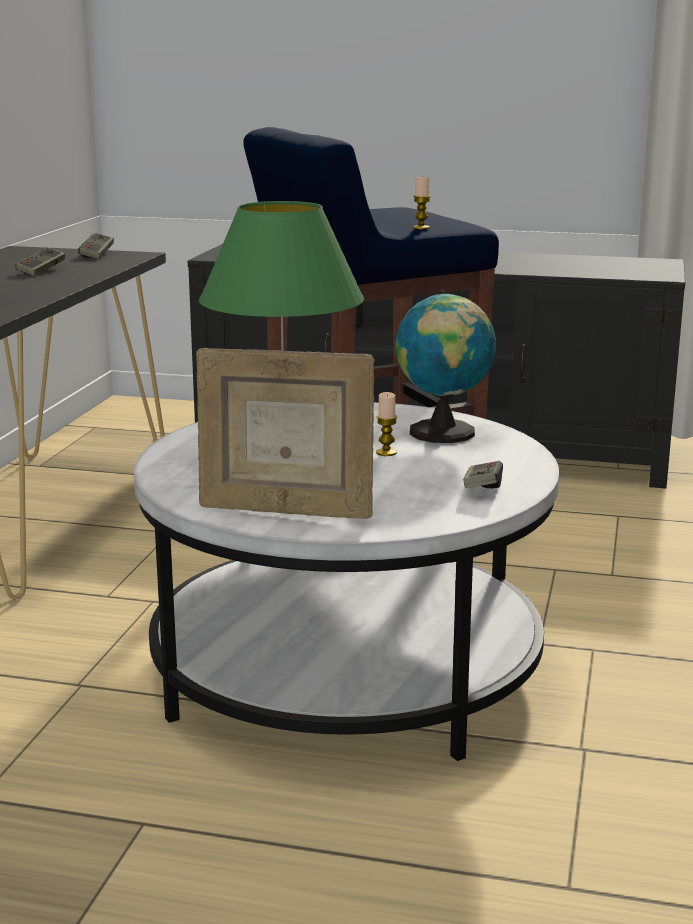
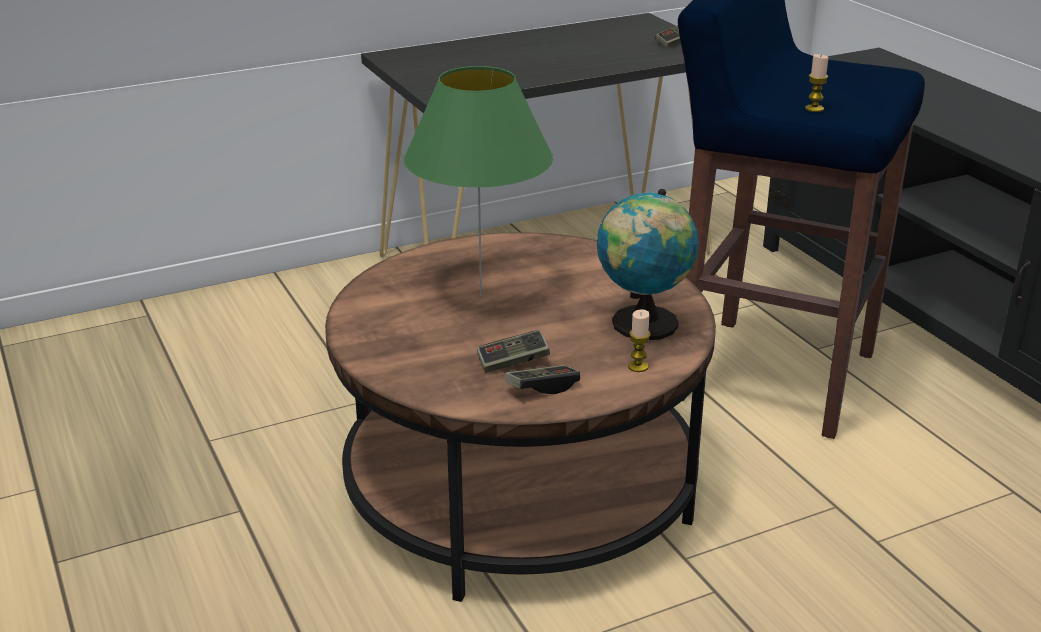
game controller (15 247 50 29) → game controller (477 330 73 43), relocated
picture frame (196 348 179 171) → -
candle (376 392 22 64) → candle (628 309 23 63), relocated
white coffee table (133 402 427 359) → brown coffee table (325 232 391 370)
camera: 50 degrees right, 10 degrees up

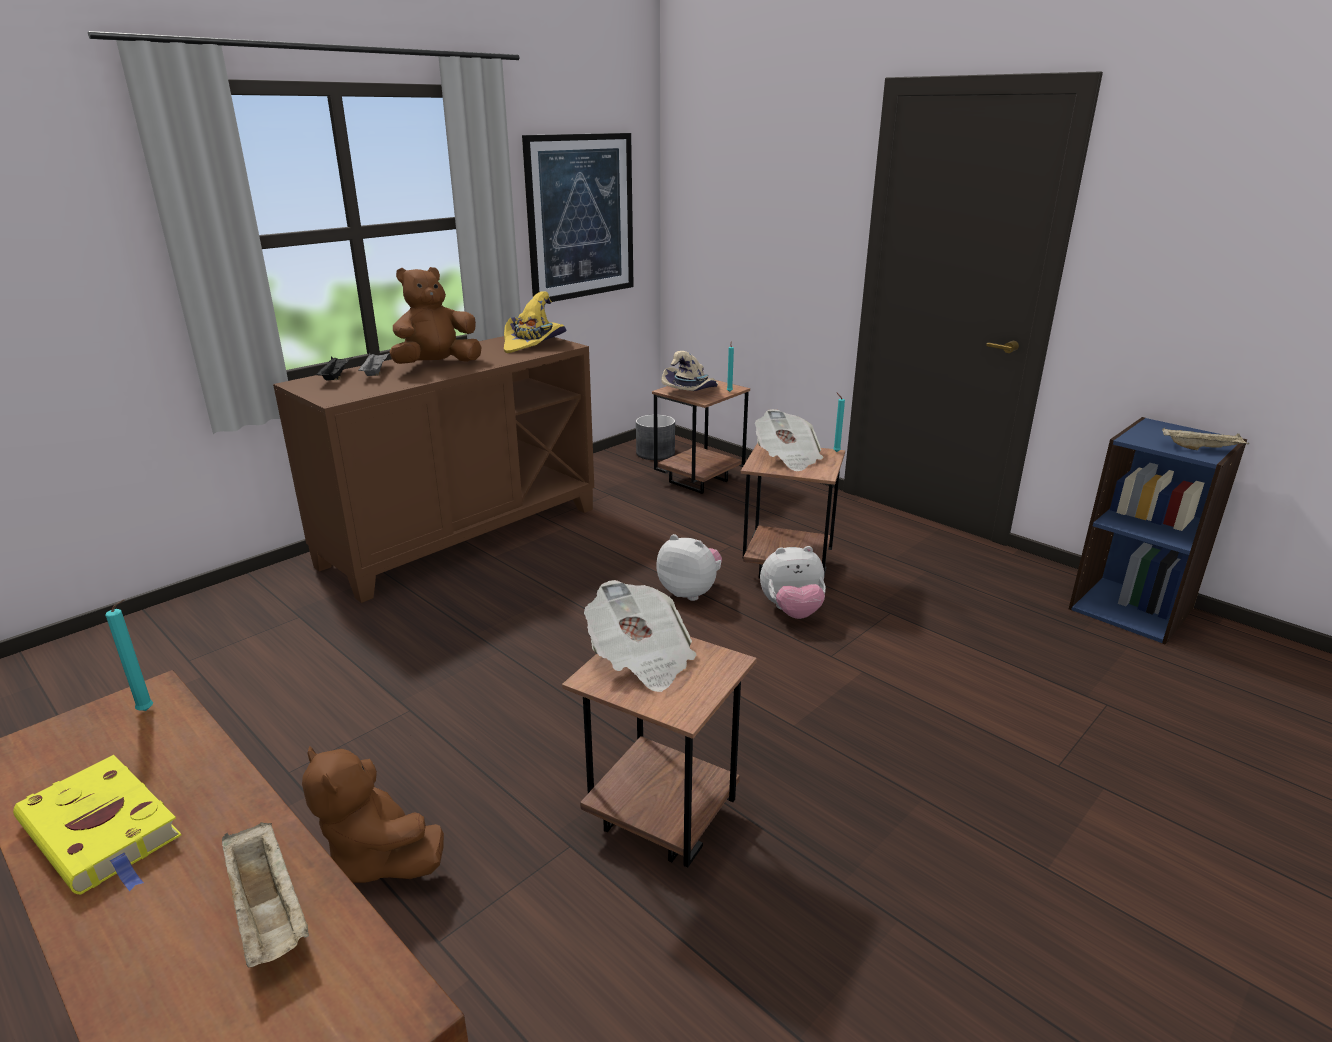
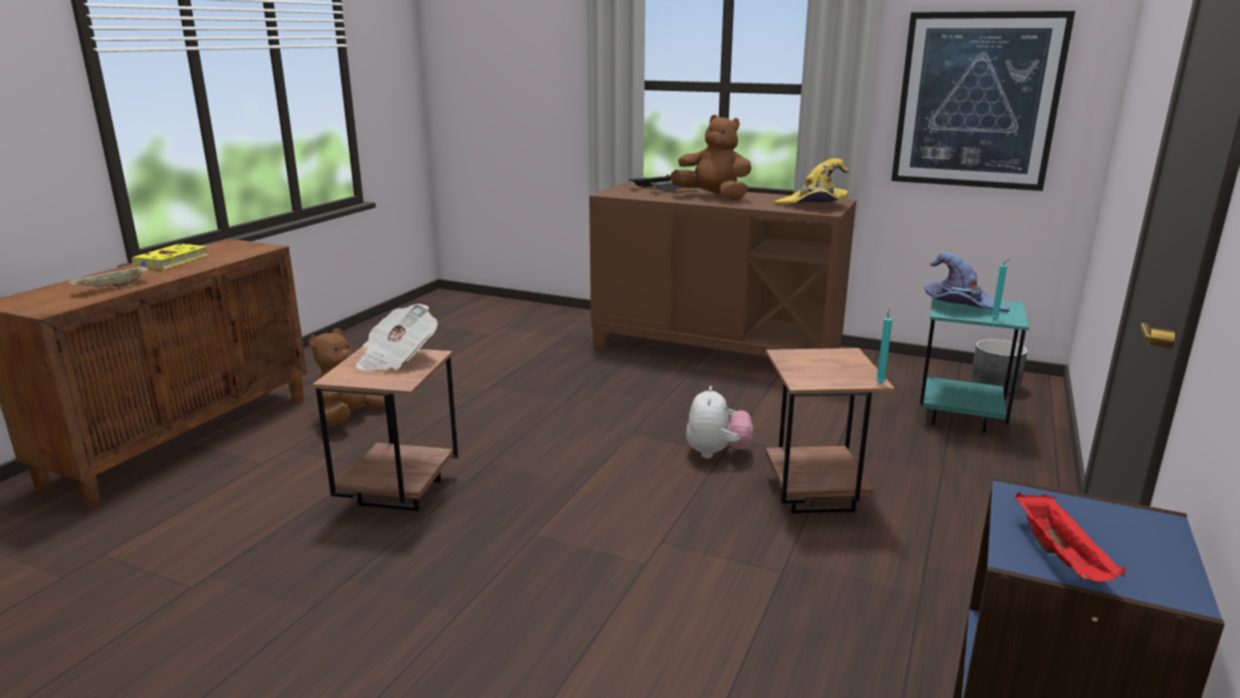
beige hat (661 351 57 40) → purple hat (925 252 85 60)
brown side table (652 378 98 116) → turquoise side table (920 298 109 135)
newspaper (755 409 68 63) → -
beige tray (1162 428 87 22) → red tray (1015 492 110 90)
plush toy (760 546 66 73) → -
turquoise candle (105 599 48 112) → -
camera: 70 degrees right, 5 degrees down

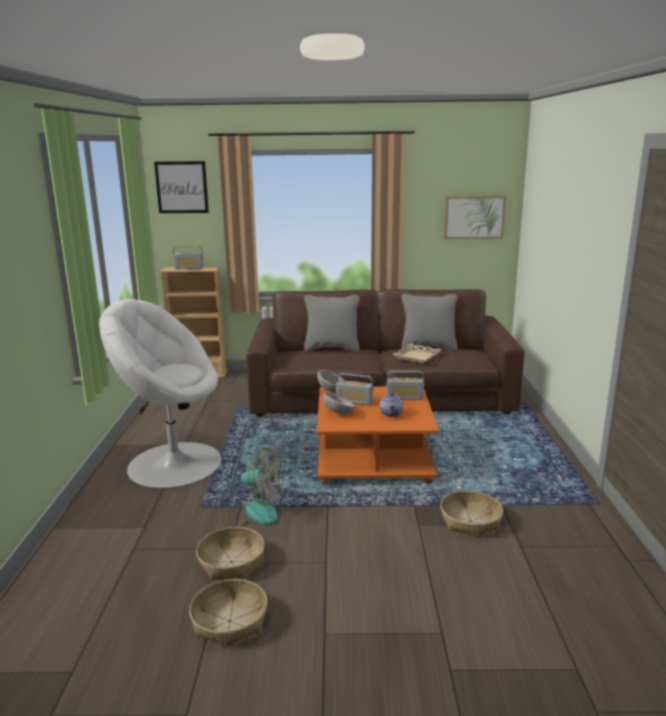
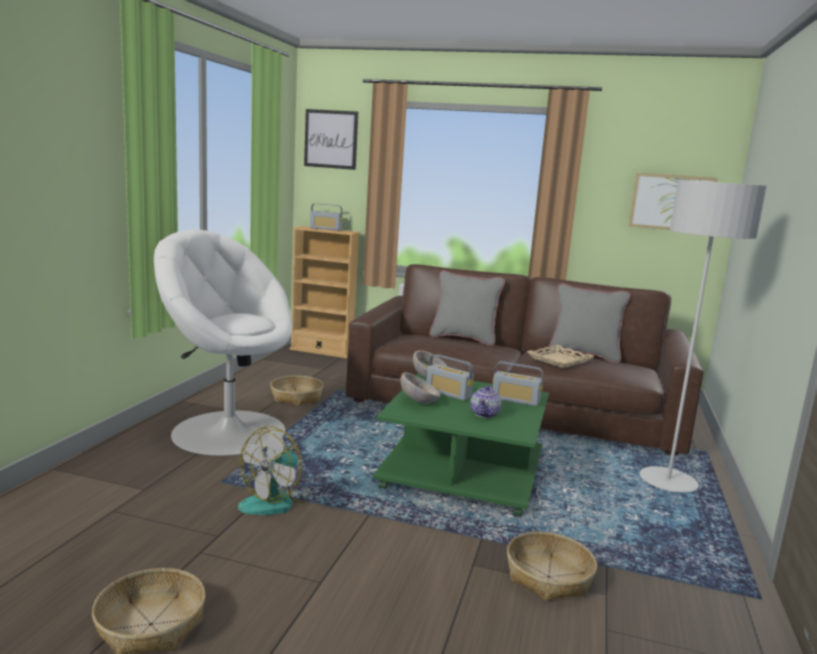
orange coffee table (317 386 122 98) → green coffee table (373 373 176 144)
fan (223 448 60 79) → fan (238 426 71 89), 90 degrees clockwise
basket (196 527 69 53) → basket (270 375 54 31), relocated
- → grey floor lamp (639 180 128 313)
camera: 15 degrees right, 5 degrees down

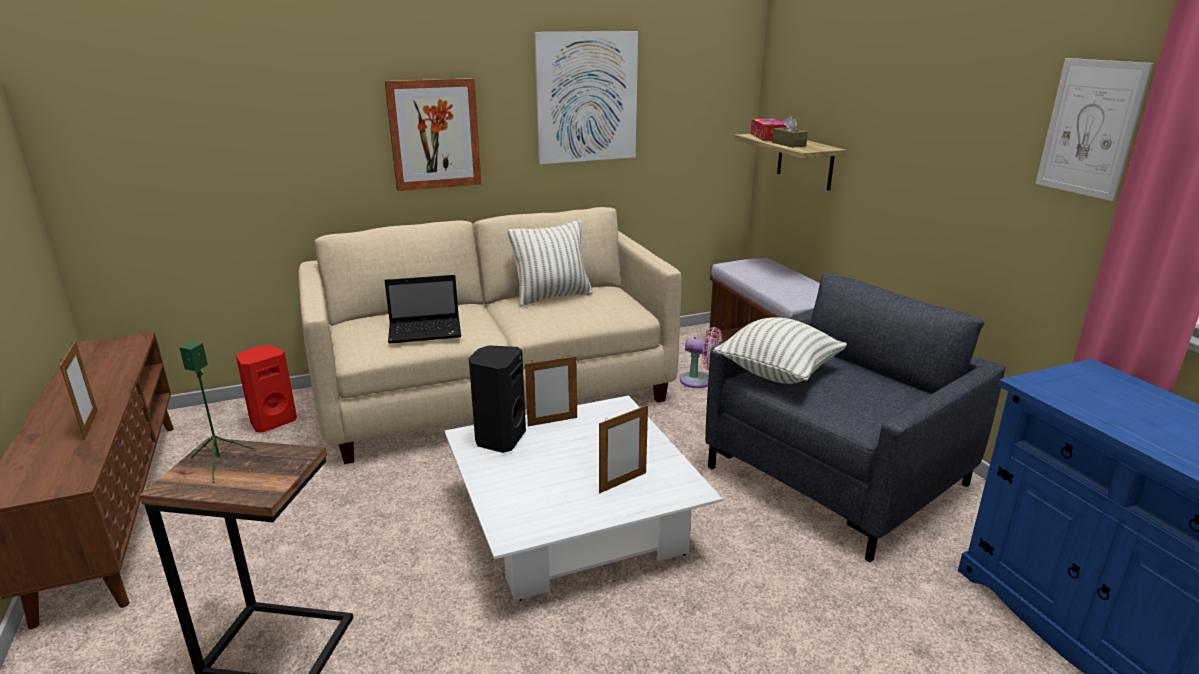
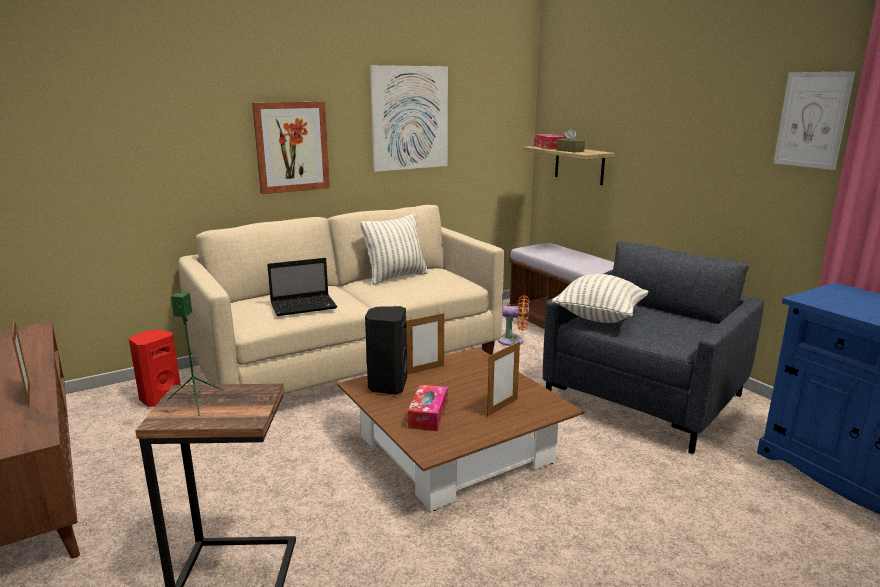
pink fan (680 327 42 61) → orange fan (498 295 31 51)
white coffee table (445 395 278 206) → brown coffee table (338 347 246 164)
- → tissue box (408 385 40 46)
camera: 10 degrees left, 5 degrees down

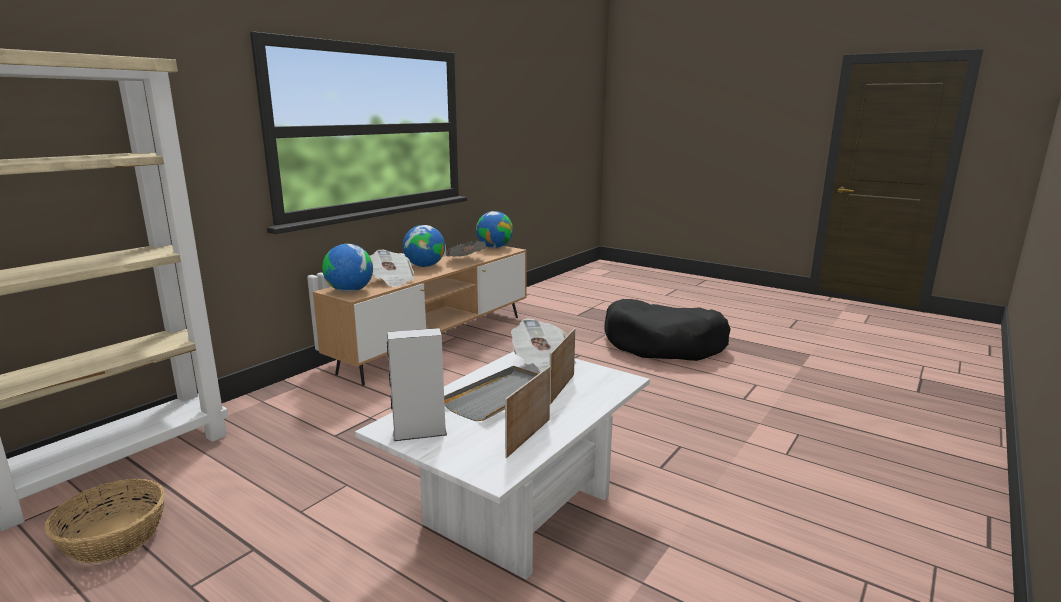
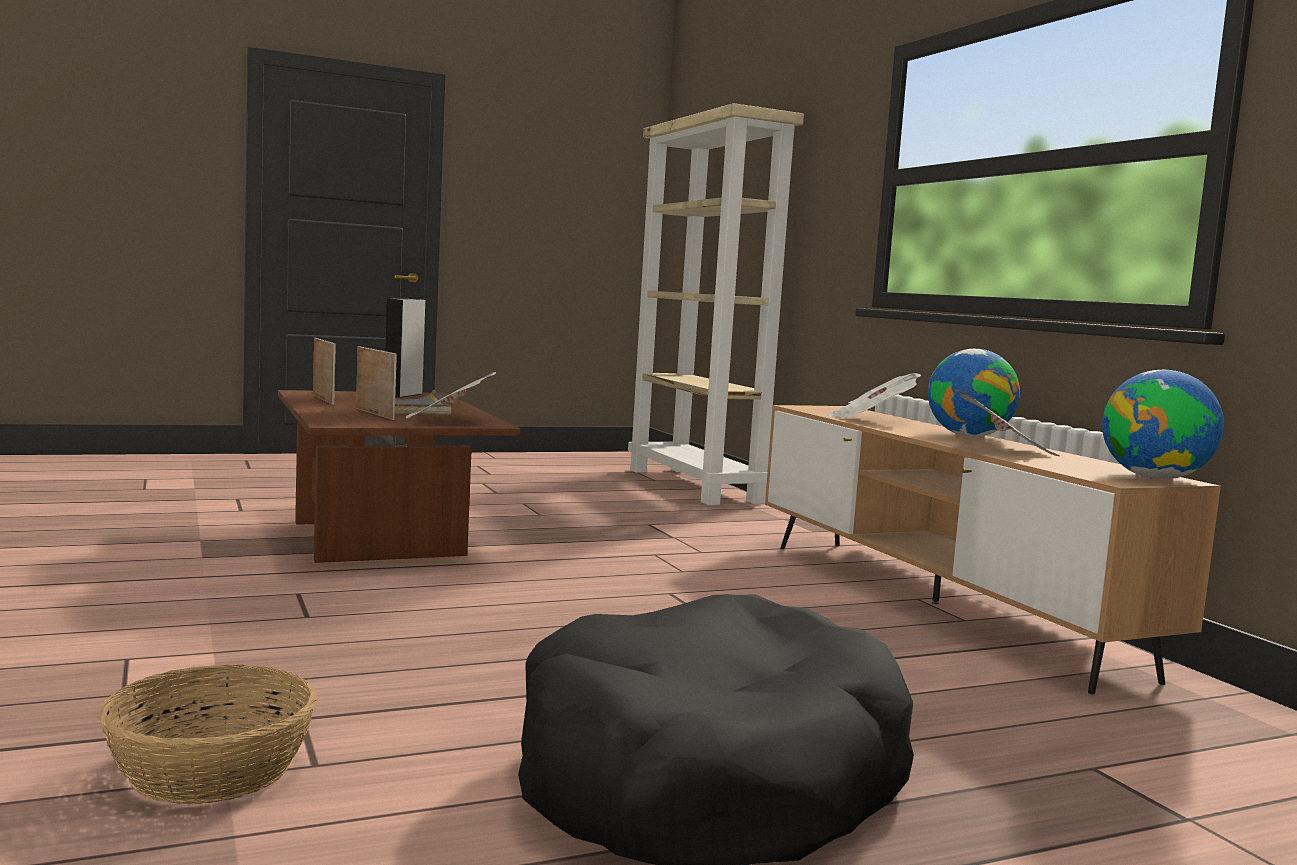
globe (322 244 51 49) → -
white coffee table (355 351 295 229) → brown coffee table (278 390 242 173)
basket (44 479 121 84) → basket (99 664 218 140), relocated
camera: 120 degrees right, 10 degrees down

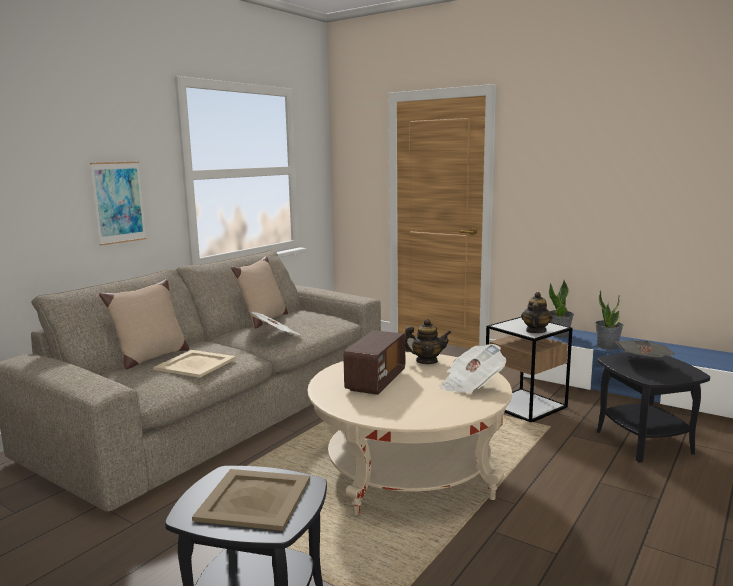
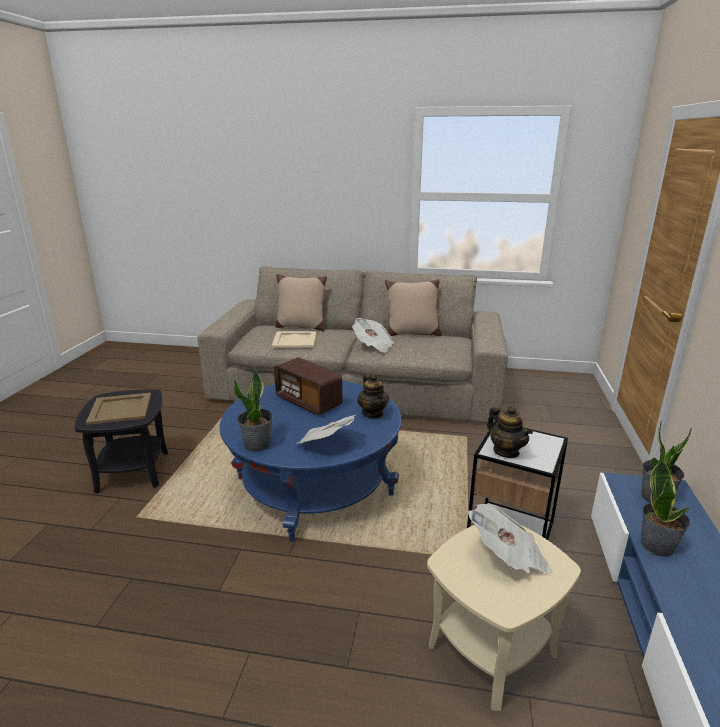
picture (90 162 57 84) → -
teapot (521 292 32 41) → teapot (487 406 46 52), 60 degrees clockwise
radio (343 330 62 65) → radio (274 357 69 59), 45 degrees clockwise
beige coffee table (307 352 205 163) → blue coffee table (219 381 182 161)
black side table (597 352 113 111) → beige side table (427 525 154 186)
- → potted plant (234 368 39 84)
camera: 65 degrees right, 10 degrees up

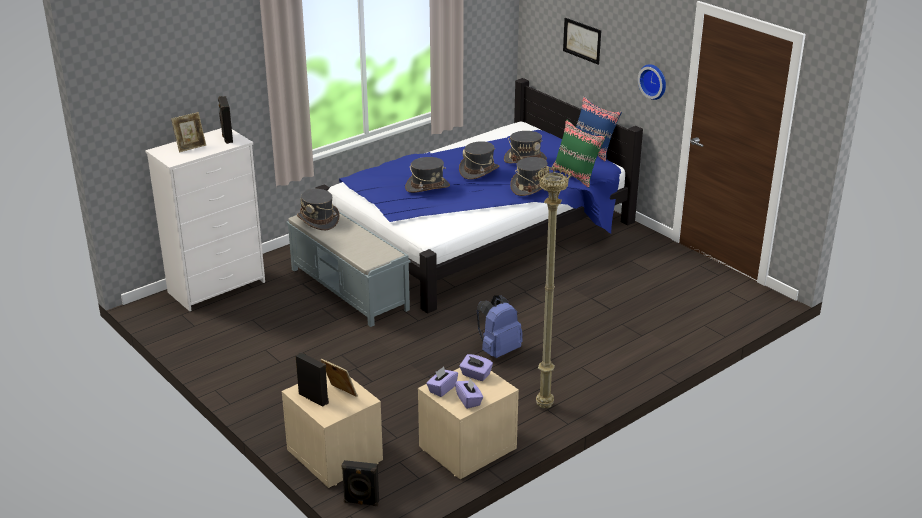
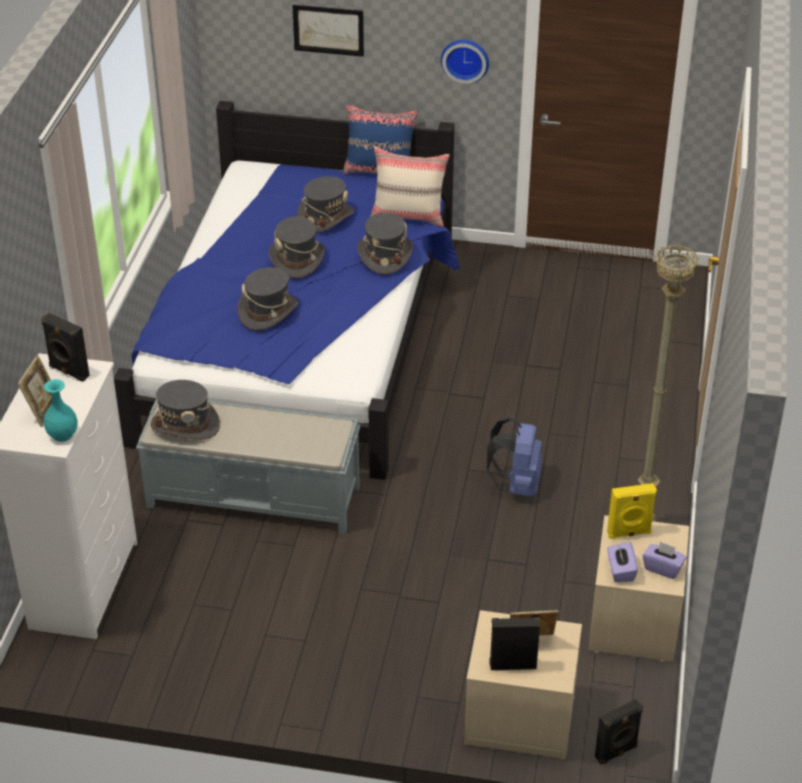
green pillow (552 119 54 69) → beige pillow (370 147 79 80)
purple tissue box (459 354 34 27) → yellow speaker (607 483 50 56)
- → turquoise vase (44 379 34 63)
camera: 40 degrees left, 10 degrees up

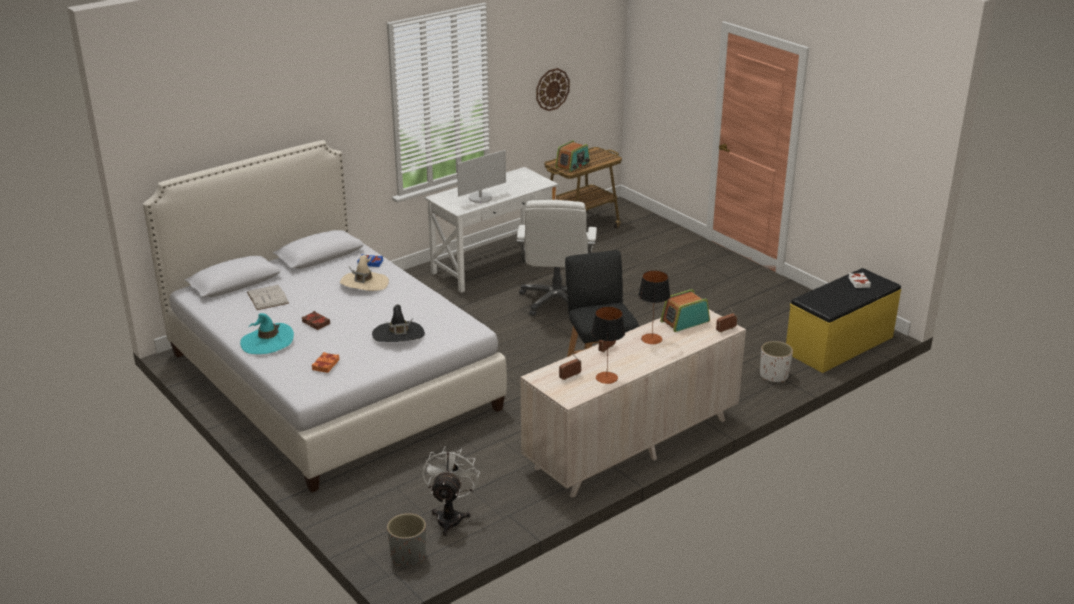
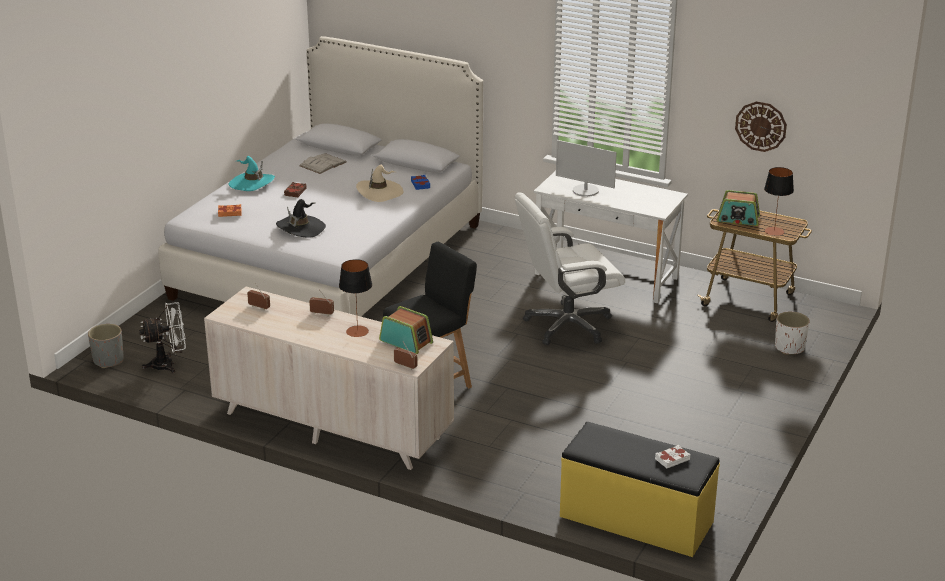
table lamp (592 306 33 78) → table lamp (764 167 30 69), relocated
white planter (760 341 33 41) → white planter (775 312 35 42), relocated
camera: 65 degrees right, 0 degrees up

